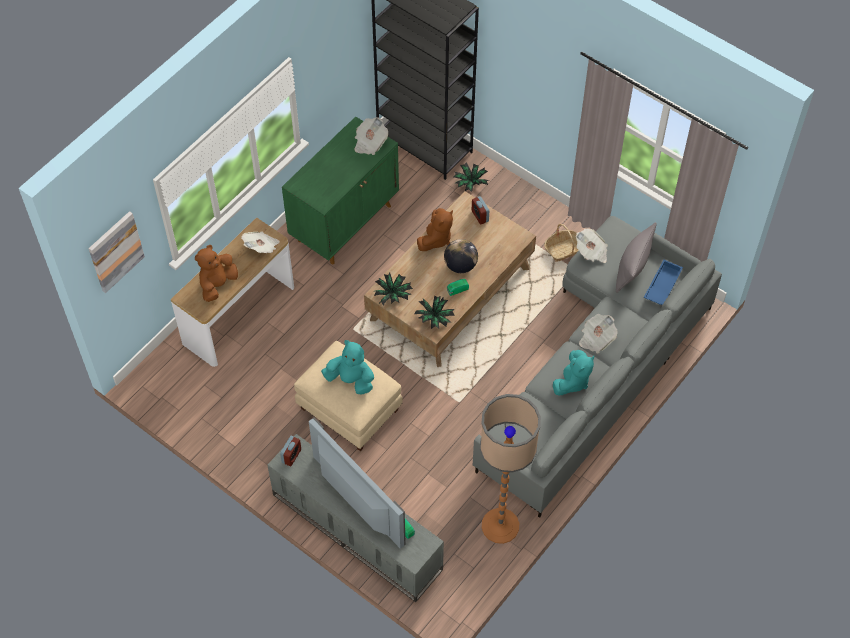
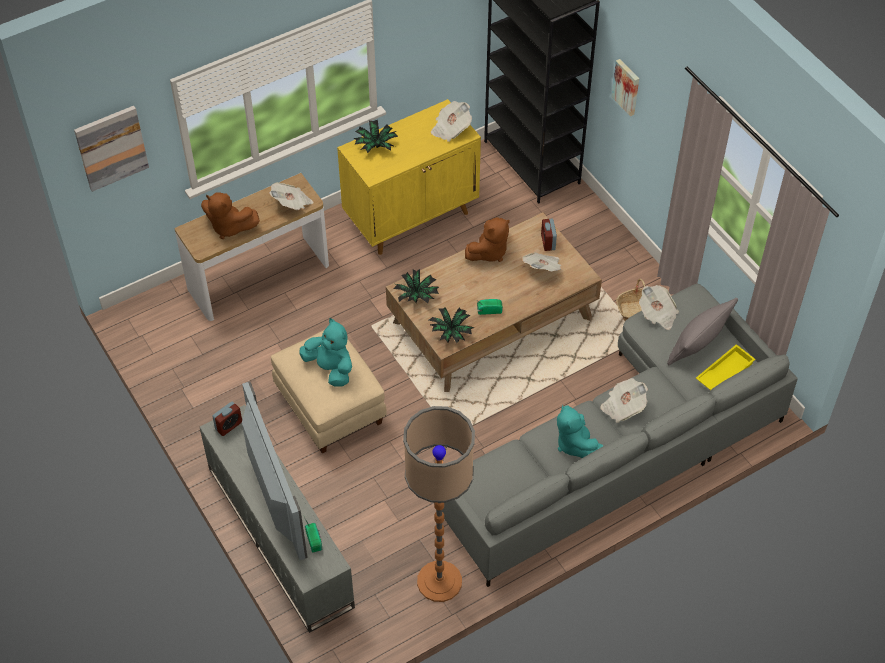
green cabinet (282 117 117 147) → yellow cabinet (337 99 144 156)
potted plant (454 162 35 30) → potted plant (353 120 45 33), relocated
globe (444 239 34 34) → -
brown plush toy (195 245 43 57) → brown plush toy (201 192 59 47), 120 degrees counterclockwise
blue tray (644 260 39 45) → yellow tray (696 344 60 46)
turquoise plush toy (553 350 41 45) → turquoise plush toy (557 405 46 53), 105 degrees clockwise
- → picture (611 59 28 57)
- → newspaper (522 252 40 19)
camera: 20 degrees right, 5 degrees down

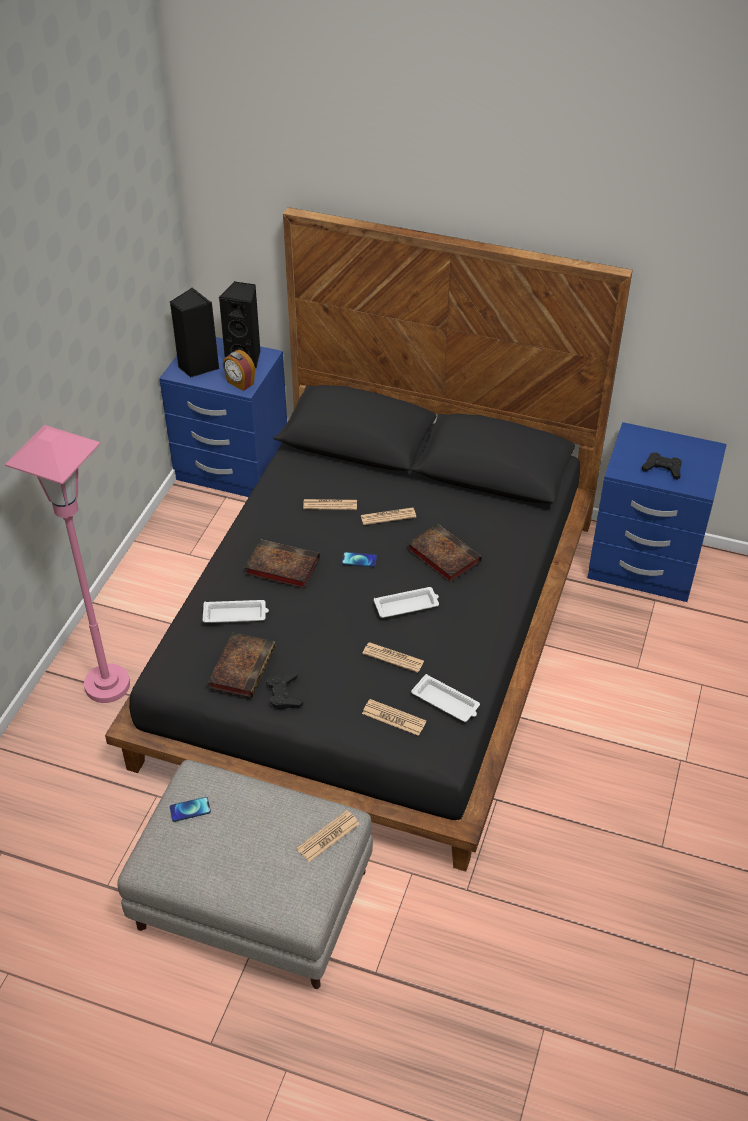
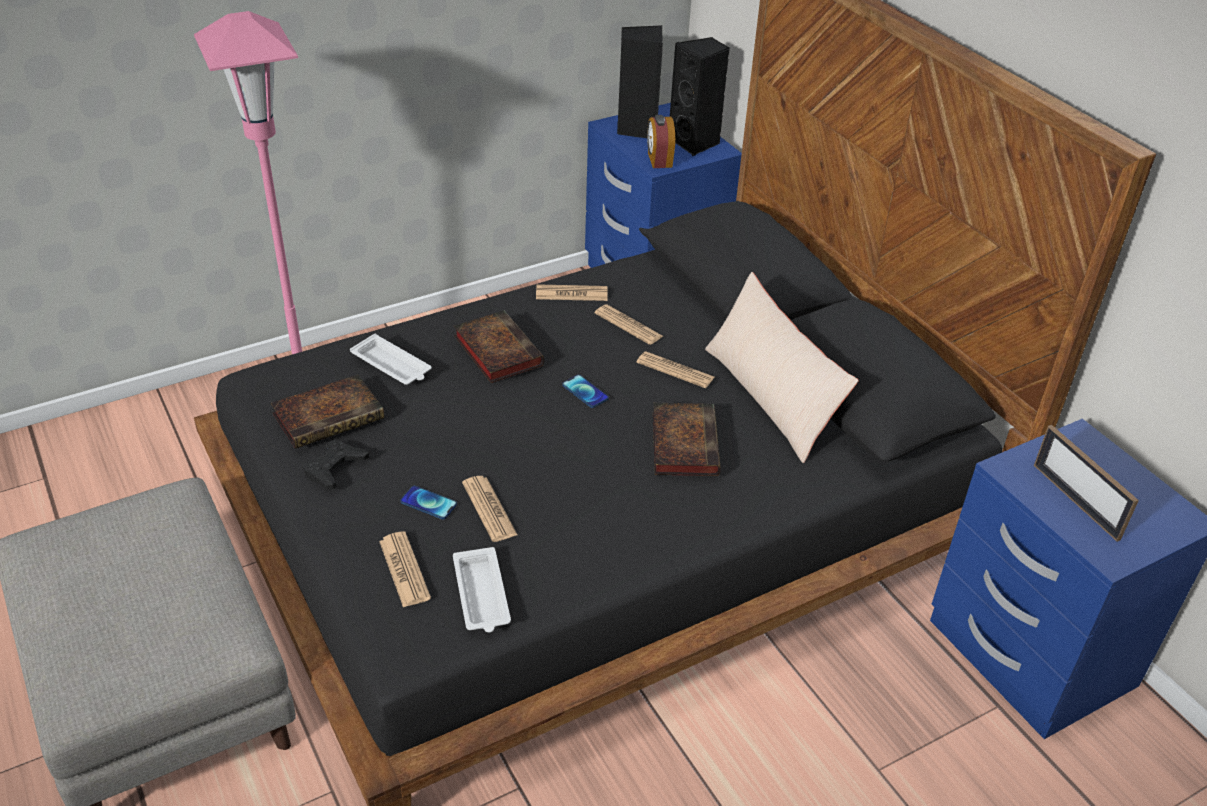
black game controller (642 453 40 27) → picture frame (1034 425 105 117)
white tray (374 587 65 31) → -
phone (170 797 41 25) → phone (400 486 57 33), relocated
newspaper (296 810 63 52) → newspaper (536 284 72 17), relocated
- → beige pillow (705 272 154 191)
camera: 40 degrees right, 5 degrees down

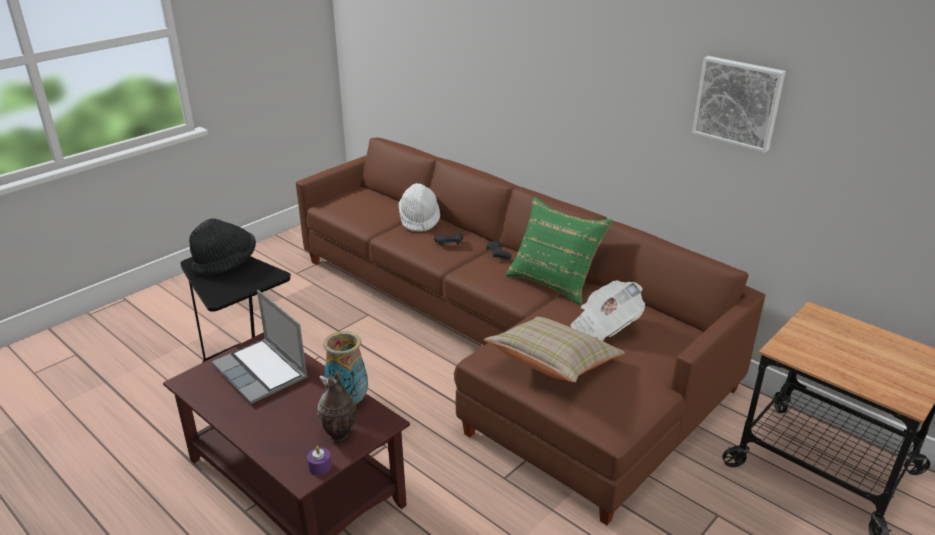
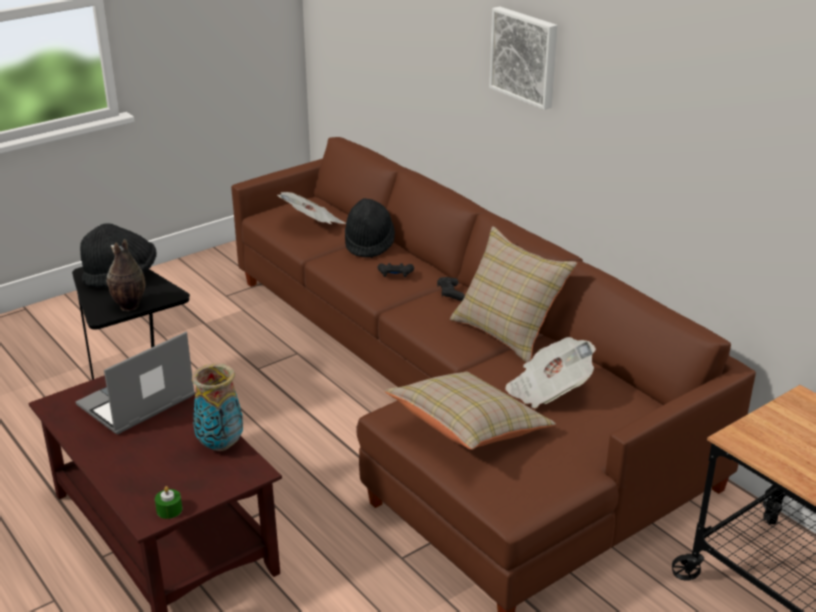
picture (692 56 94 97) → picture (489 7 69 103), relocated
white hat (399 183 41 49) → black hat (345 198 50 60)
green pillow (505 197 108 108) → beige pillow (450 226 127 137)
laptop (212 290 96 114) → laptop (75 332 120 102), 75 degrees clockwise
vase (318 370 38 71) → vase (107 239 39 72), relocated
purple candle (307 446 25 29) → green candle (155 486 27 33)
- → newspaper (277 192 69 32)
camera: 10 degrees right, 0 degrees up

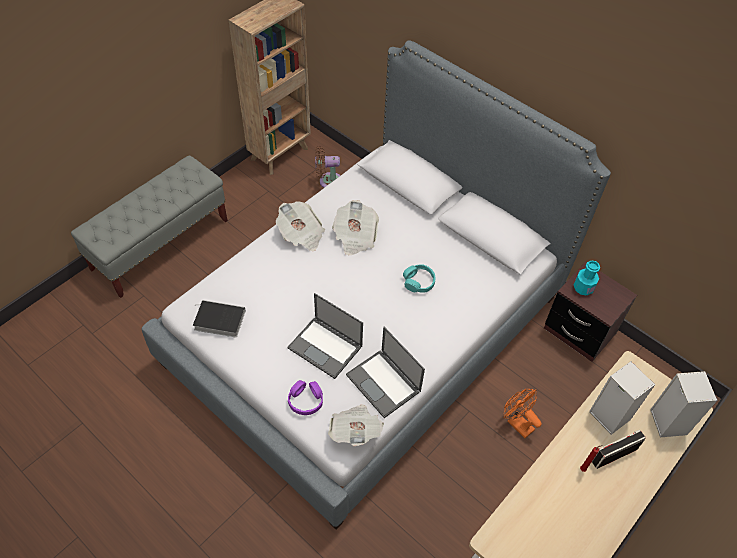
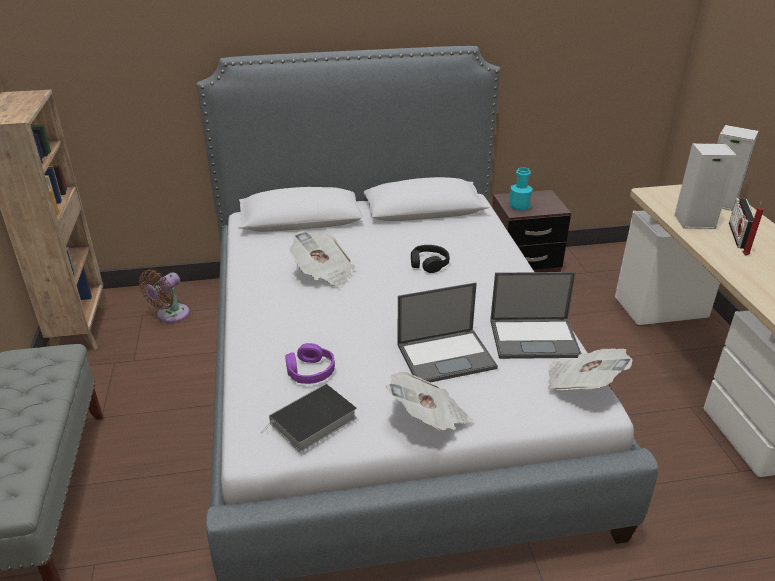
newspaper (276 201 49 50) → newspaper (386 372 87 59), relocated
turquoise headphones (403 264 32 29) → black headphones (411 245 38 28)
purple headphones (288 380 35 35) → purple headphones (285 343 50 41), relocated
orange fan (504 389 38 49) → -
camera: 50 degrees left, 20 degrees down

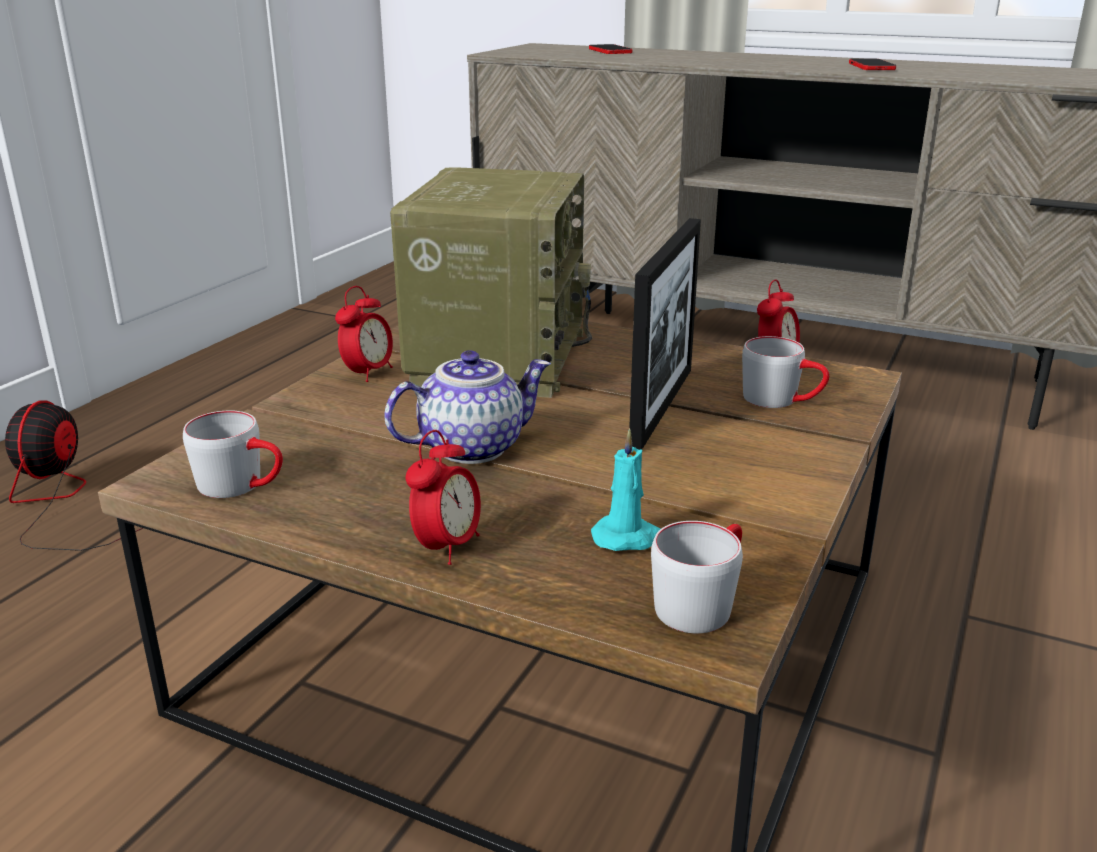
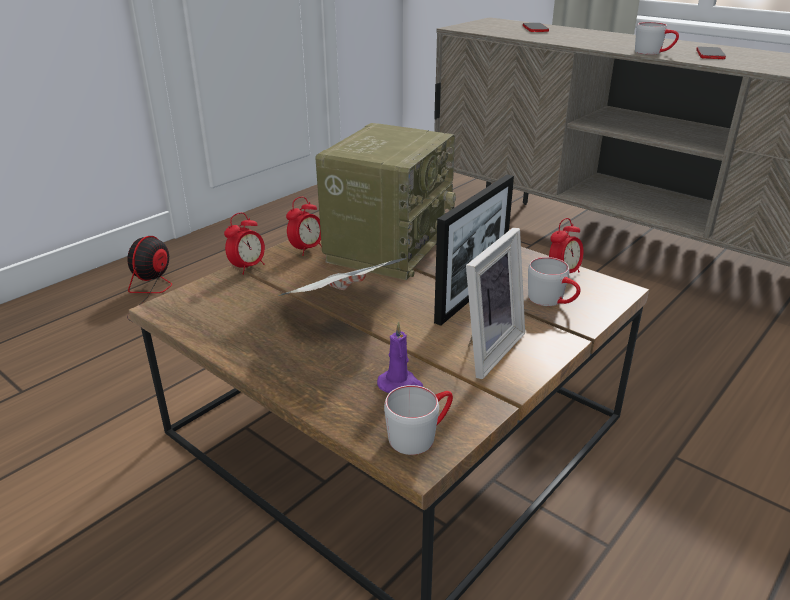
teapot (385 350 166 114) → newspaper (279 258 127 38)
grey mug (183 411 100 87) → grey mug (635 22 44 33), relocated
turquoise candle (591 429 69 122) → purple candle (377 322 46 71)
alarm clock (406 430 75 135) → alarm clock (224 213 41 62), relocated
- → picture frame (466 227 59 152)
camera: 15 degrees right, 5 degrees up

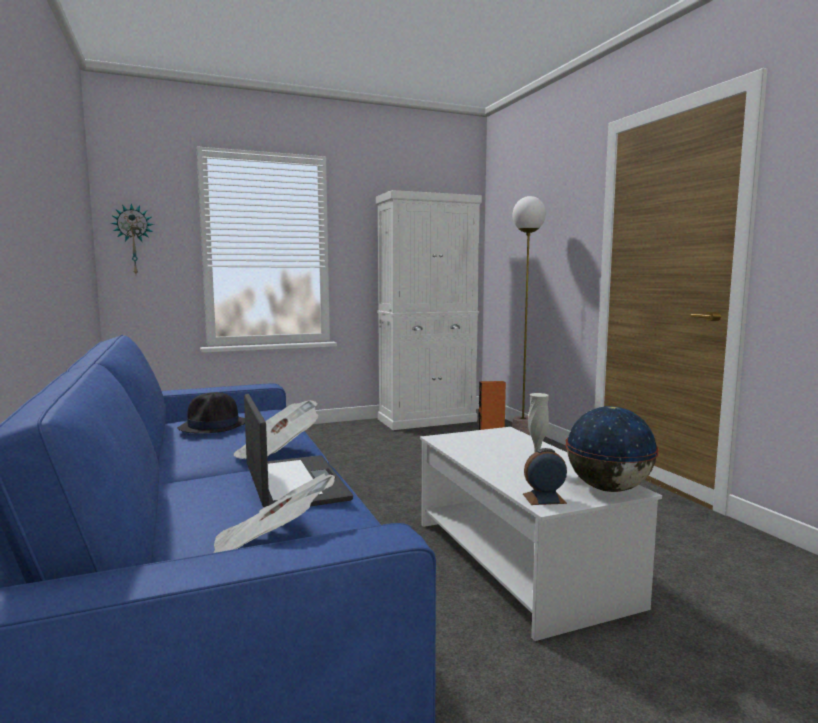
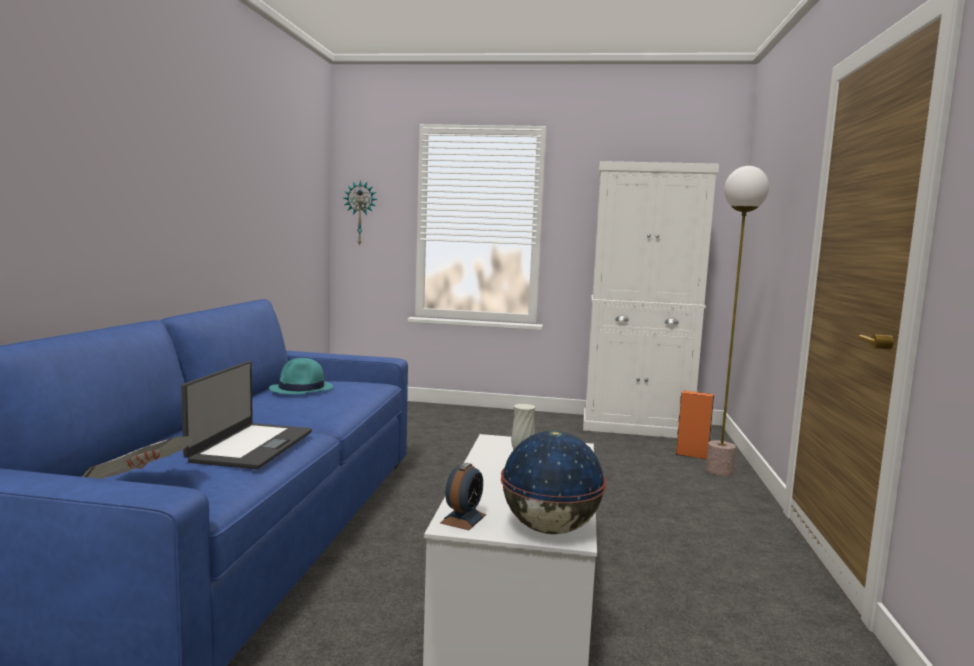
black hat (177 392 68 41) → turquoise hat (269 358 64 36)
newspaper (234 400 84 59) → -
alarm clock (523 448 44 57) → alarm clock (440 463 46 67), 90 degrees clockwise
camera: 30 degrees right, 0 degrees up

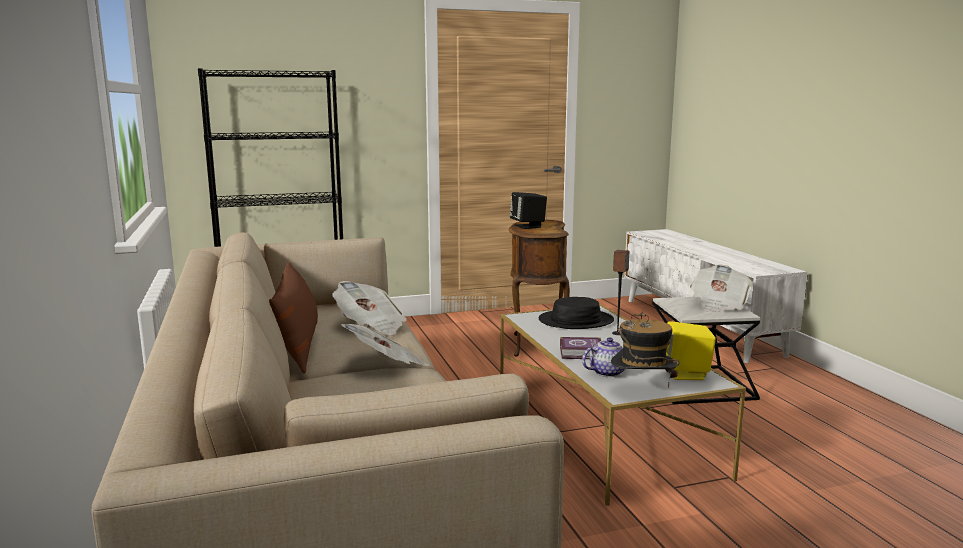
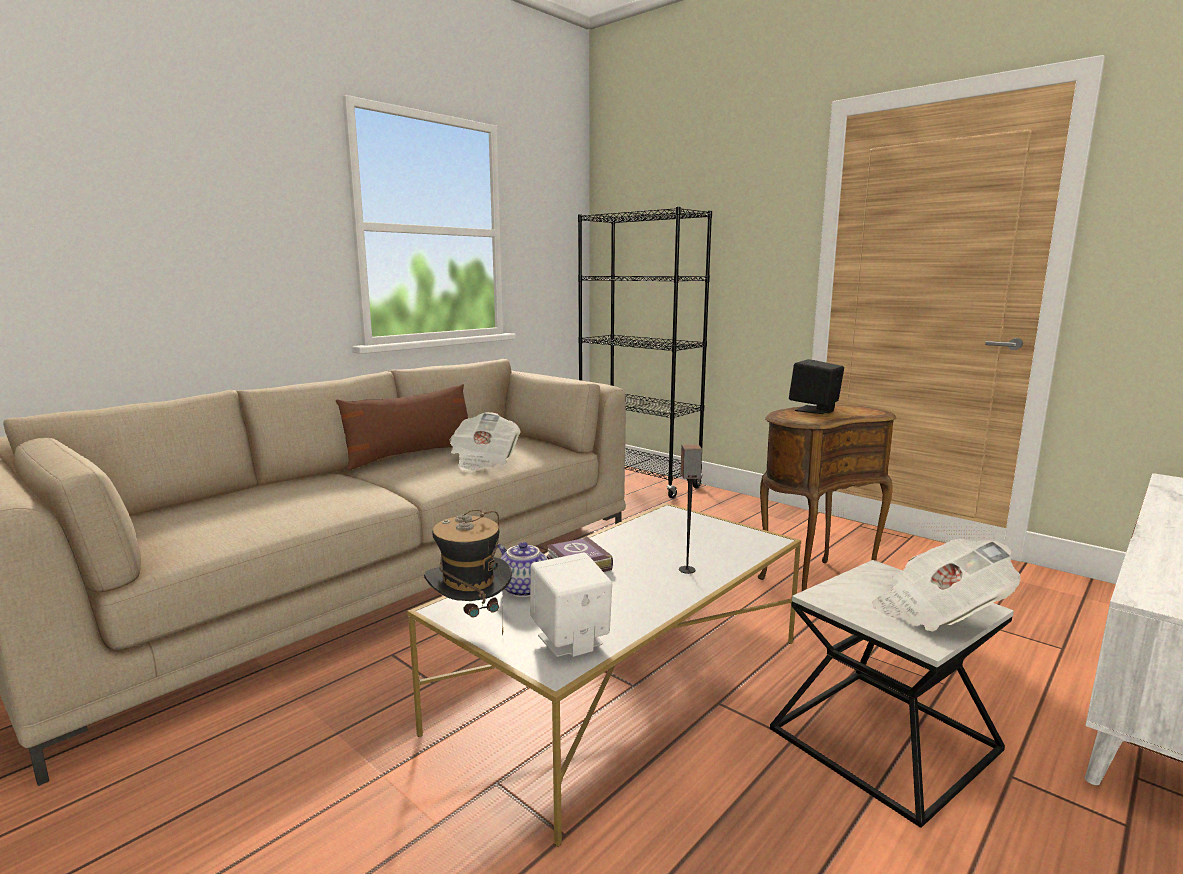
black hat (539 297 75 32) → -
yellow speaker (666 321 50 59) → white speaker (530 553 82 104)
newspaper (340 324 91 42) → -
camera: 60 degrees right, 0 degrees up

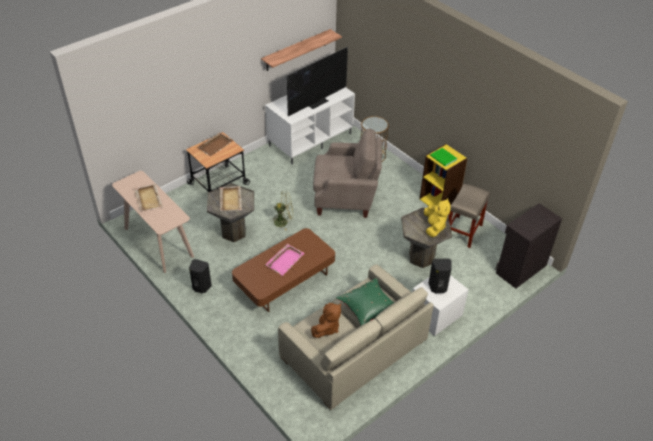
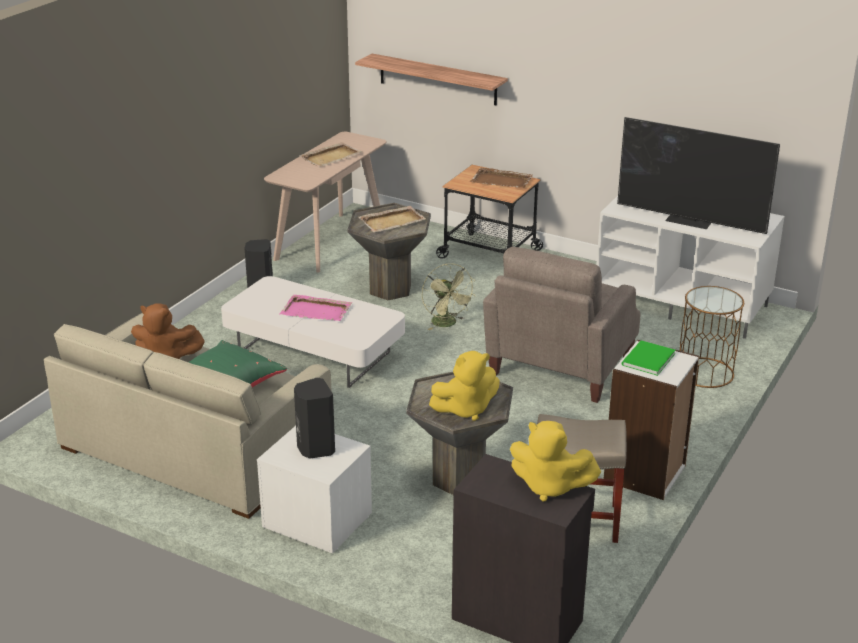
shelf (261 29 81 42) → shelf (355 54 153 51), relocated
beige armchair (313 129 69 89) → beige armchair (483 247 158 156), 45 degrees clockwise
yellow bookcase (420 144 48 62) → white bookcase (604 340 95 160)
brown coffee table (232 228 103 84) → white coffee table (221 276 184 112)
- → yellow plush toy (510 421 91 81)
camera: 70 degrees right, 15 degrees down

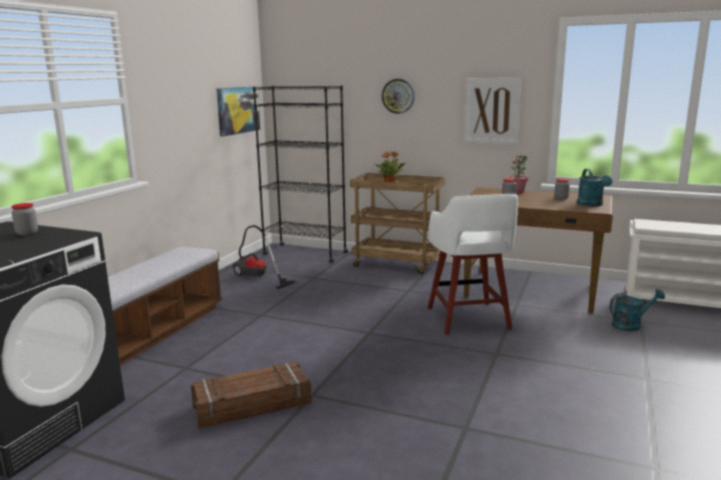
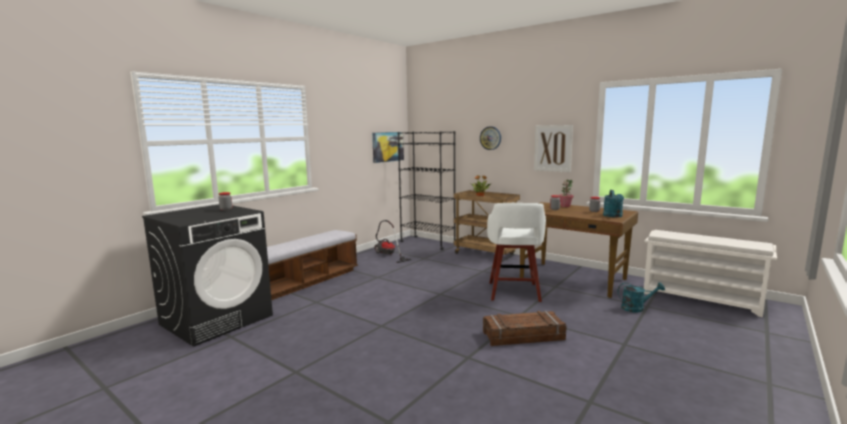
crate (191 362 121 67) → crate (483 311 84 35), relocated
camera: 15 degrees right, 5 degrees down

